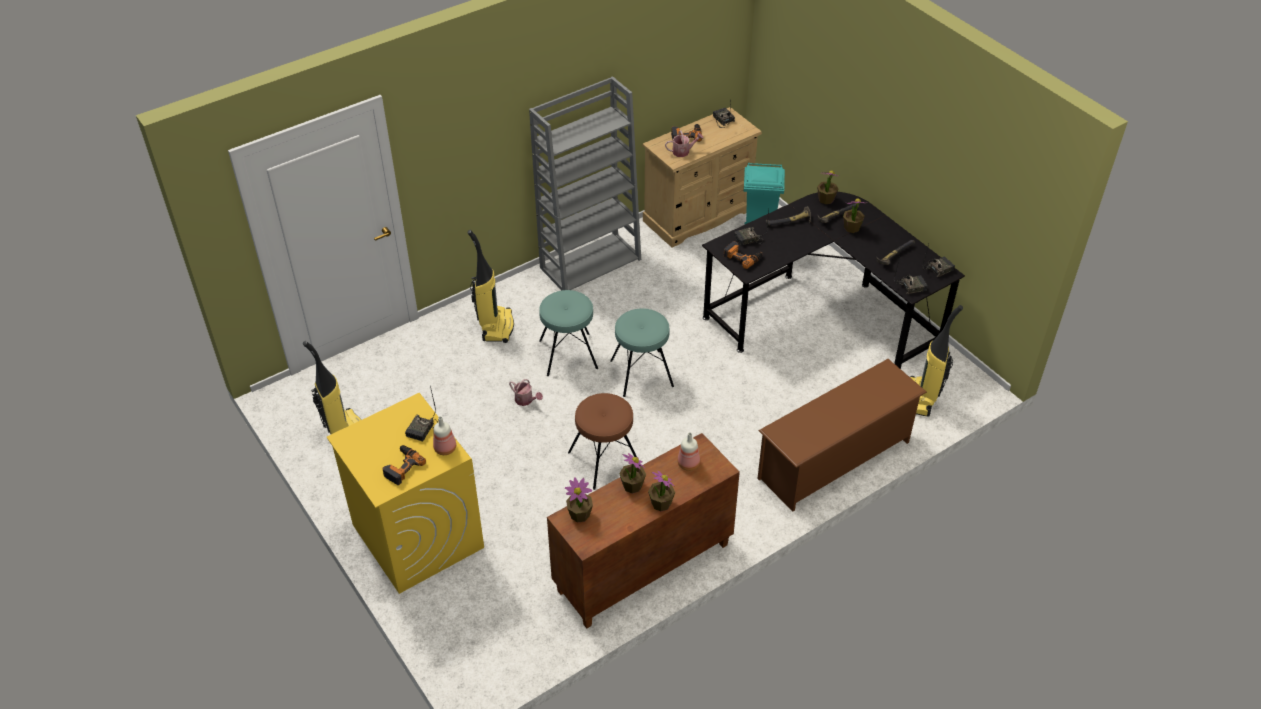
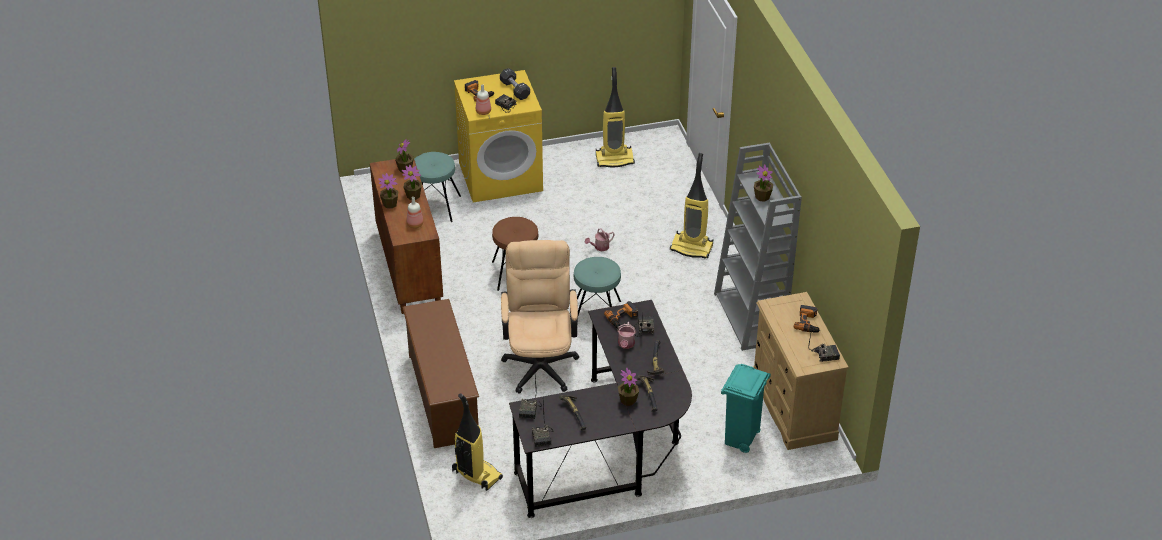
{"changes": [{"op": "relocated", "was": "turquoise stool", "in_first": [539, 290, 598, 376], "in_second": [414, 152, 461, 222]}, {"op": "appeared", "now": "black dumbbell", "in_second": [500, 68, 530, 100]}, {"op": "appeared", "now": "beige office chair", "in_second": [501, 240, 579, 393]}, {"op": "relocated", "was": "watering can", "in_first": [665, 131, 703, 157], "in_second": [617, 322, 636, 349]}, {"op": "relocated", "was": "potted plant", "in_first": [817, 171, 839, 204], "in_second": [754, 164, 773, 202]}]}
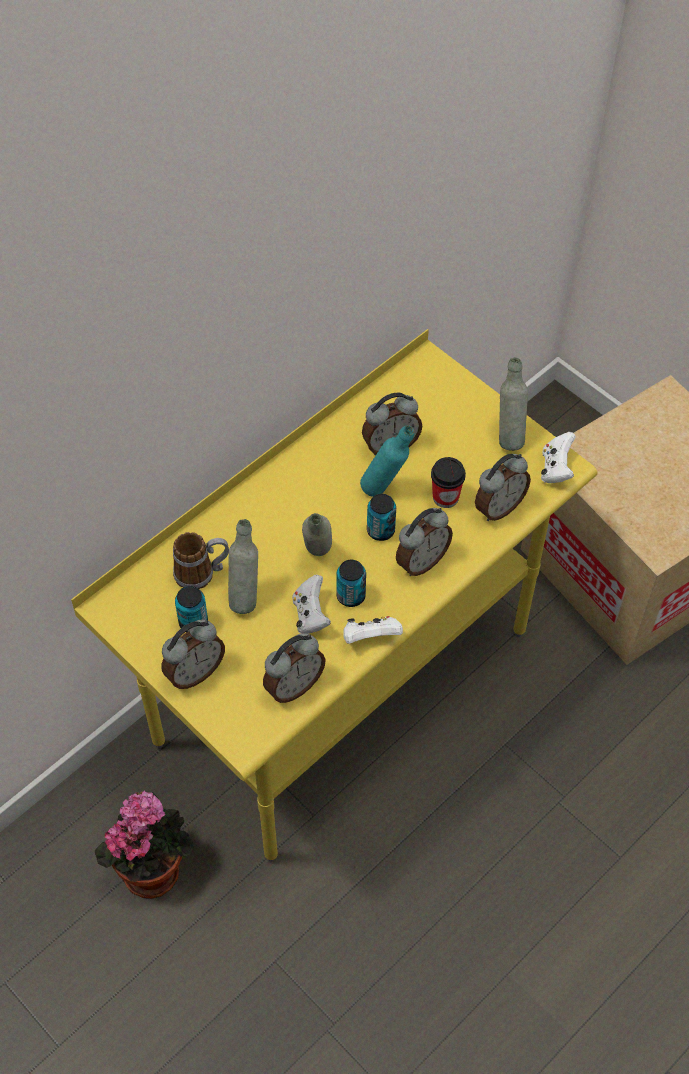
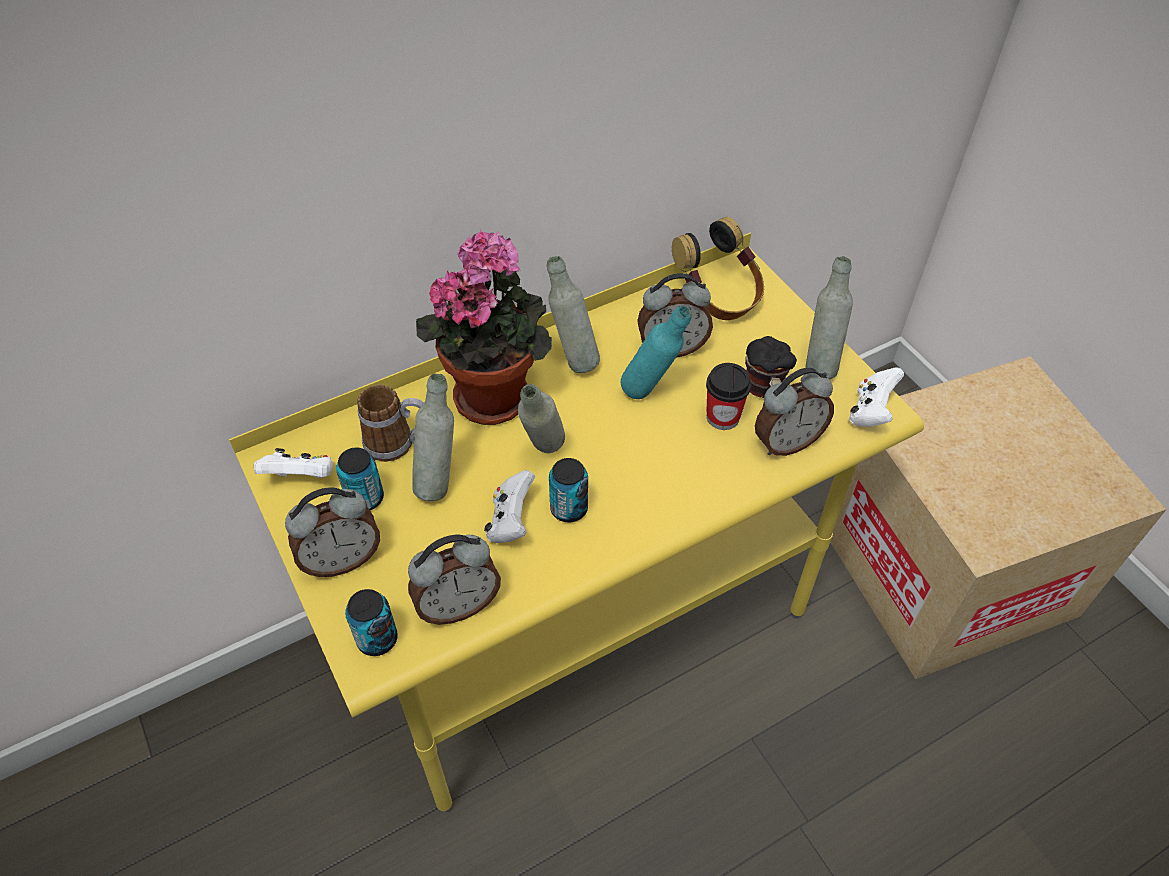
{"changes": [{"op": "relocated", "was": "white game controller", "in_first": [343, 616, 403, 644], "in_second": [254, 448, 333, 478]}, {"op": "relocated", "was": "can", "in_first": [367, 494, 396, 541], "in_second": [345, 589, 398, 656]}, {"op": "relocated", "was": "potted plant", "in_first": [95, 791, 194, 899], "in_second": [416, 229, 552, 425]}, {"op": "appeared", "now": "grey bottle", "in_second": [547, 256, 600, 373]}, {"op": "appeared", "now": "headphones", "in_second": [672, 217, 764, 320]}, {"op": "appeared", "now": "mug", "in_second": [745, 336, 797, 406]}, {"op": "missing", "was": "alarm clock", "in_first": [396, 508, 453, 576]}]}
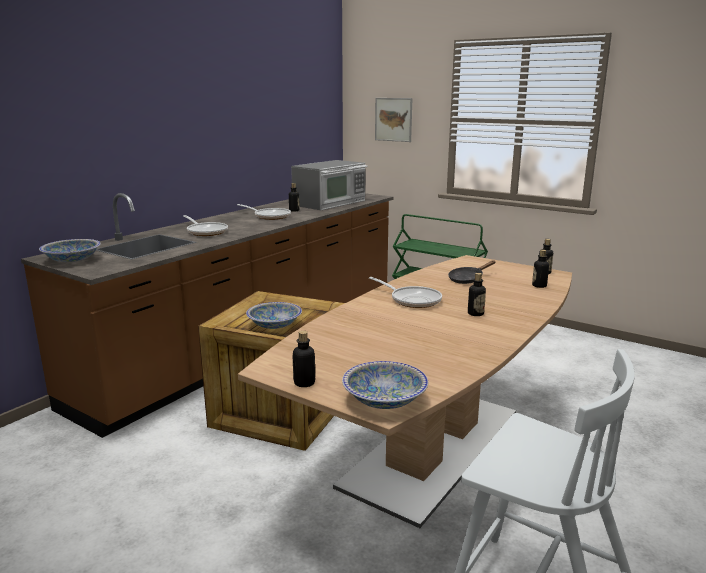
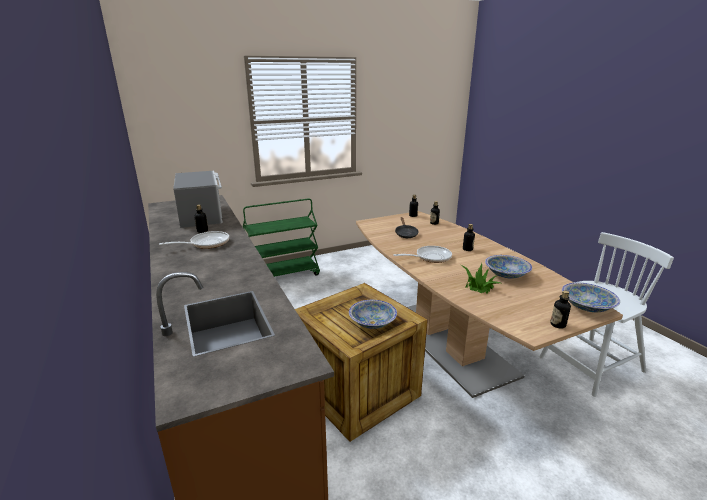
{"changes": [{"op": "appeared", "now": "potted plant", "in_second": [460, 263, 501, 294]}, {"op": "relocated", "was": "bowl", "in_first": [39, 239, 101, 262], "in_second": [485, 255, 532, 279]}, {"op": "missing", "was": "frying pan", "in_first": [183, 215, 228, 236]}, {"op": "missing", "was": "picture", "in_first": [375, 98, 412, 142]}]}
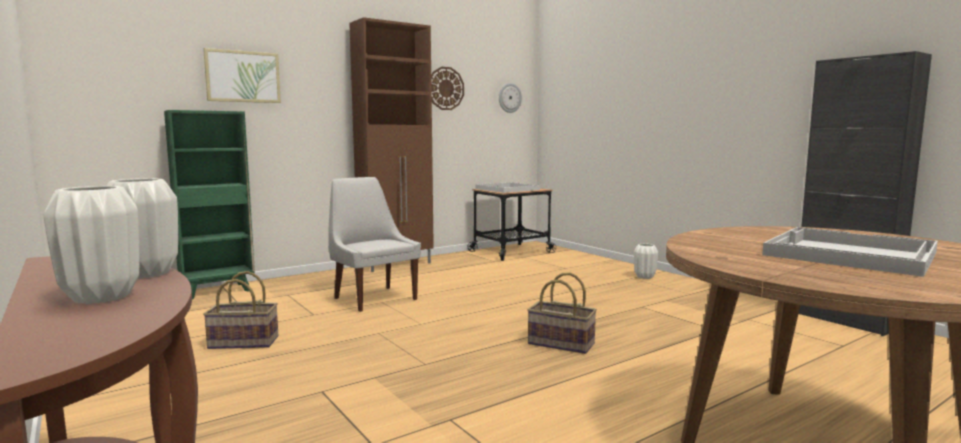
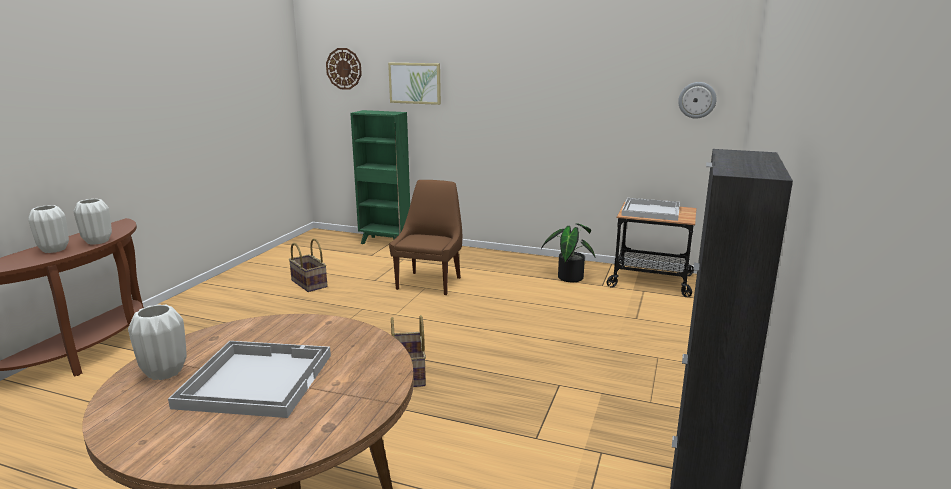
{"changes": [{"op": "relocated", "was": "white vase", "in_first": [634, 243, 658, 279], "in_second": [128, 304, 187, 380]}, {"op": "relocated", "was": "wall clock", "in_first": [431, 67, 464, 110], "in_second": [326, 48, 362, 90]}, {"op": "colour", "was": "white chair", "now": "brown chair", "in_first": [328, 177, 421, 312], "in_second": [389, 180, 462, 295]}, {"op": "appeared", "now": "potted plant", "in_second": [541, 223, 595, 282]}, {"op": "missing", "was": "brown cabinet", "in_first": [349, 17, 434, 272]}]}
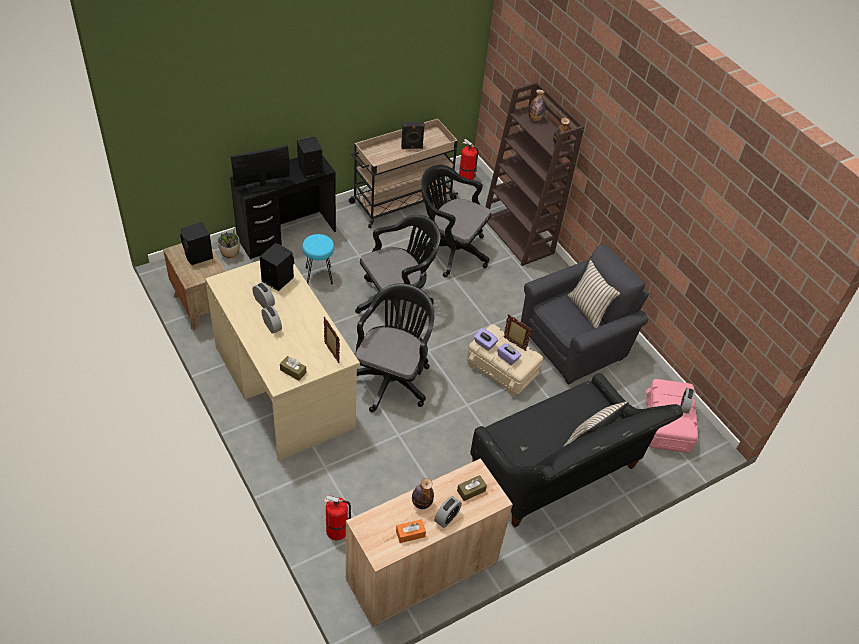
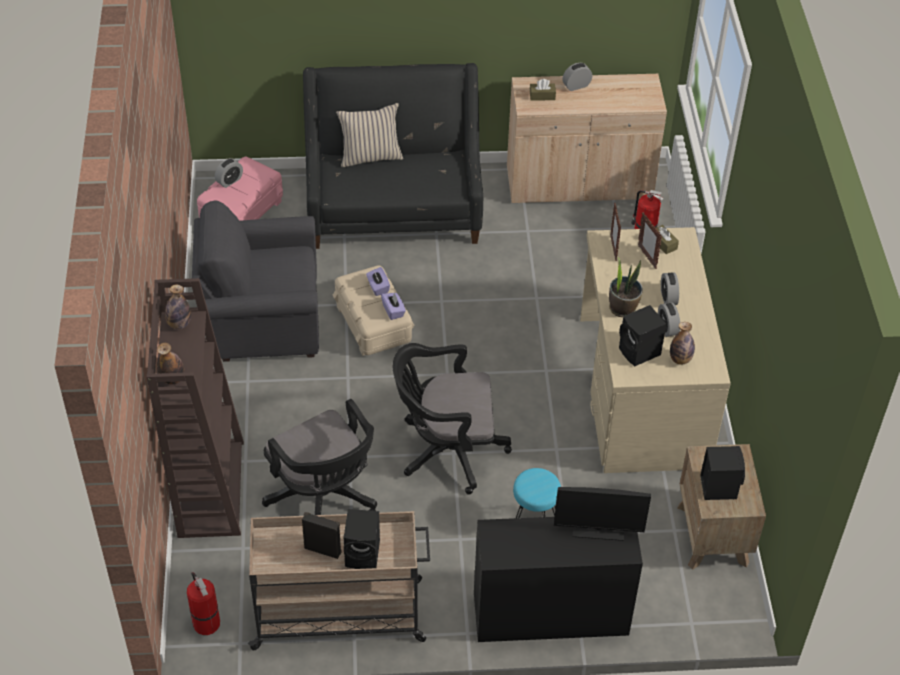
{"changes": [{"op": "relocated", "was": "black speaker", "in_first": [297, 137, 323, 178], "in_second": [344, 509, 380, 569]}, {"op": "relocated", "was": "potted plant", "in_first": [217, 227, 240, 259], "in_second": [609, 257, 643, 317]}, {"op": "relocated", "was": "picture frame", "in_first": [503, 314, 532, 351], "in_second": [638, 212, 662, 269]}, {"op": "relocated", "was": "bottle", "in_first": [412, 478, 434, 509], "in_second": [670, 322, 695, 365]}, {"op": "missing", "was": "black office chair", "in_first": [355, 283, 435, 412]}, {"op": "missing", "was": "orange tissue box", "in_first": [396, 519, 426, 543]}, {"op": "missing", "was": "beige pillow", "in_first": [568, 259, 621, 328]}]}
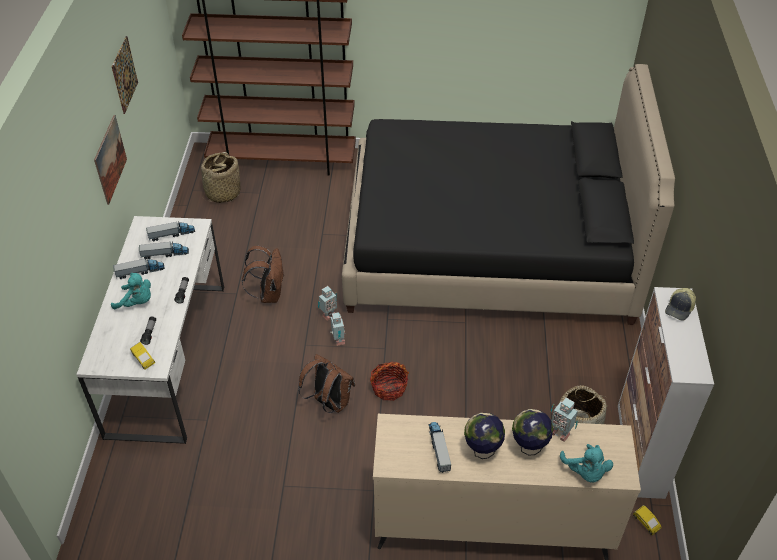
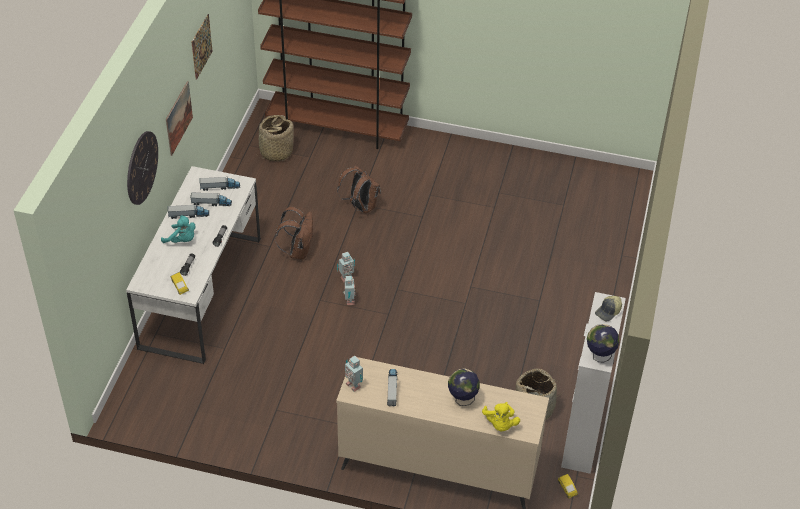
{"changes": [{"op": "appeared", "now": "wall clock", "in_second": [127, 131, 158, 205]}, {"op": "relocated", "was": "brown backpack", "in_first": [298, 354, 355, 413], "in_second": [337, 165, 381, 214]}, {"op": "relocated", "was": "toy robot", "in_first": [551, 397, 578, 442], "in_second": [345, 356, 363, 392]}, {"op": "colour", "was": "turquoise plush toy", "now": "yellow plush toy", "in_first": [560, 444, 613, 483], "in_second": [482, 402, 520, 431]}, {"op": "relocated", "was": "globe", "in_first": [464, 413, 505, 459], "in_second": [587, 324, 619, 362]}, {"op": "missing", "was": "black bed", "in_first": [342, 64, 675, 325]}, {"op": "missing", "was": "basket", "in_first": [370, 362, 409, 401]}]}
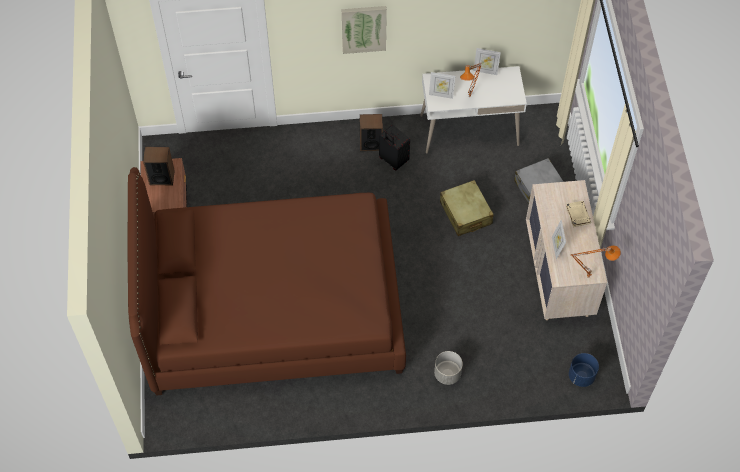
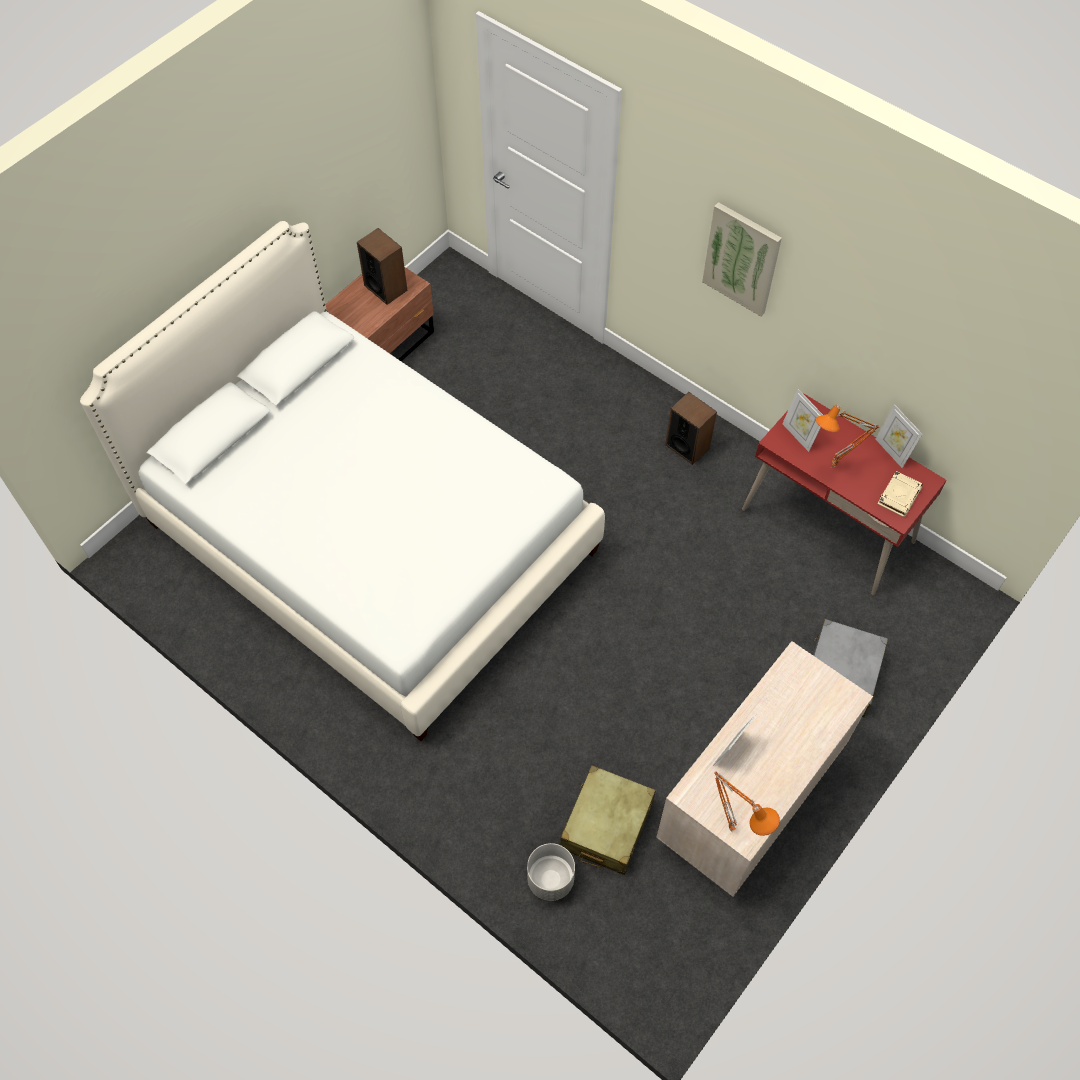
{"changes": [{"op": "colour", "was": "brown bed", "now": "white bed", "in_first": [128, 167, 406, 395], "in_second": [80, 221, 605, 741]}, {"op": "relocated", "was": "grey planter", "in_first": [434, 351, 463, 385], "in_second": [527, 843, 575, 901]}, {"op": "relocated", "was": "beige suitcase", "in_first": [440, 180, 494, 236], "in_second": [560, 765, 655, 875]}, {"op": "colour", "was": "white desk", "now": "red desk", "in_first": [420, 66, 527, 154], "in_second": [742, 393, 947, 595]}, {"op": "relocated", "was": "beige book", "in_first": [566, 201, 591, 227], "in_second": [878, 471, 923, 517]}, {"op": "missing", "was": "black suitcase", "in_first": [379, 125, 410, 170]}, {"op": "missing", "was": "blue planter", "in_first": [569, 353, 599, 387]}]}
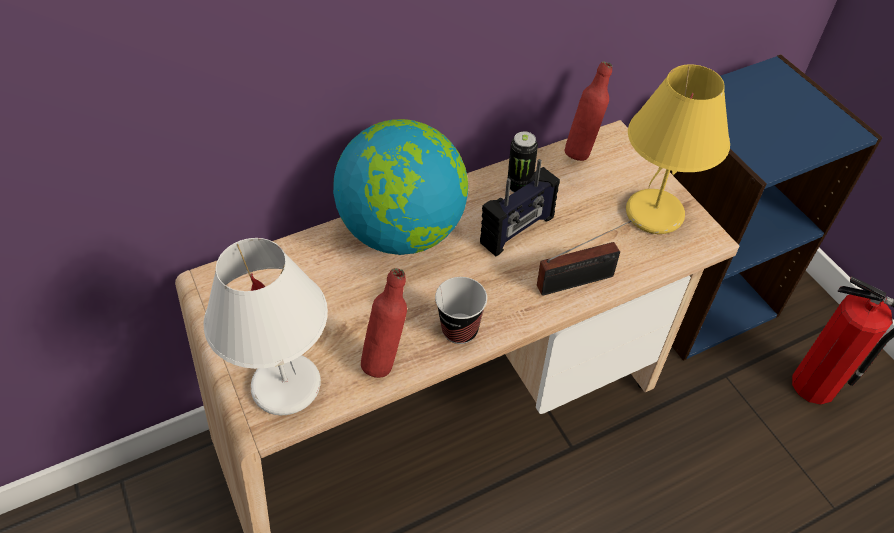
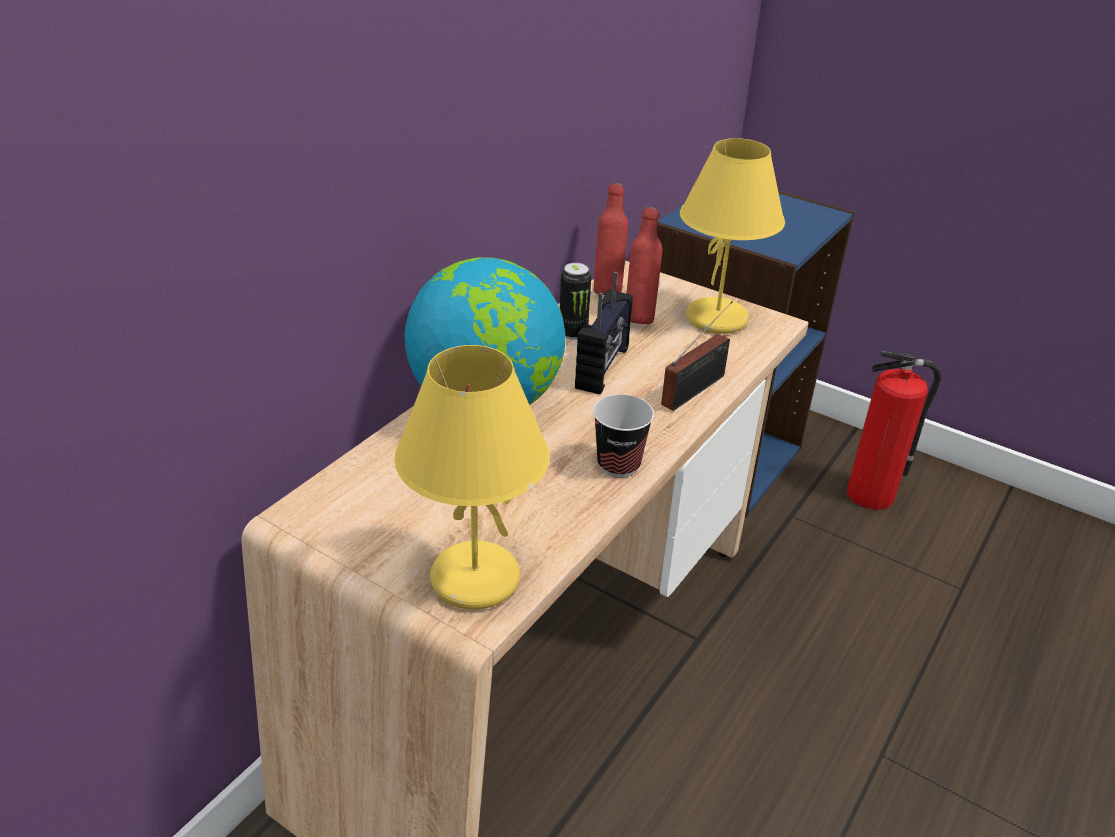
{"changes": [{"op": "colour", "was": "white table lamp", "now": "yellow table lamp", "in_first": [204, 238, 328, 415], "in_second": [394, 345, 550, 610]}, {"op": "relocated", "was": "red bottle", "in_first": [361, 268, 407, 378], "in_second": [627, 207, 662, 324]}]}
